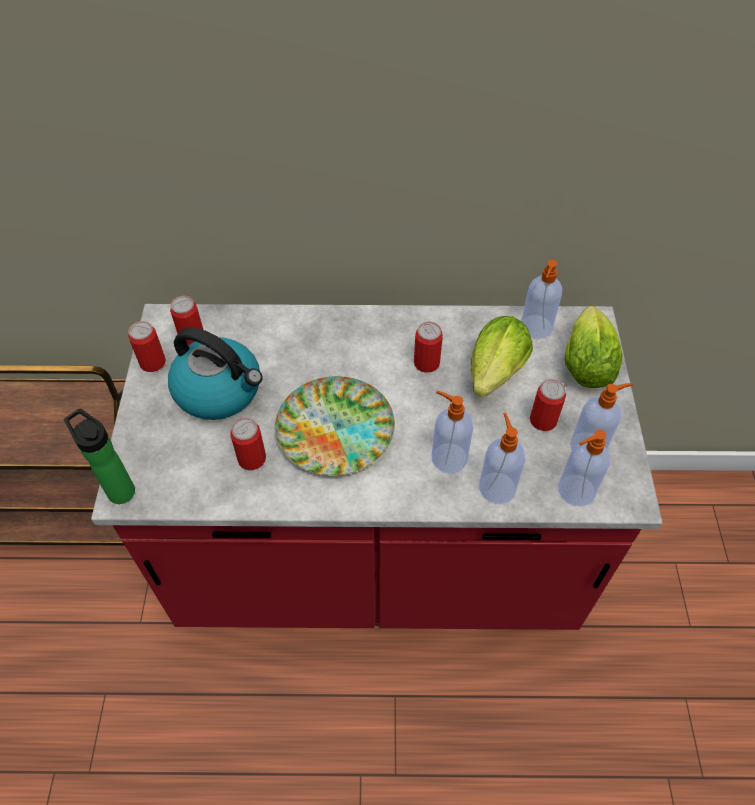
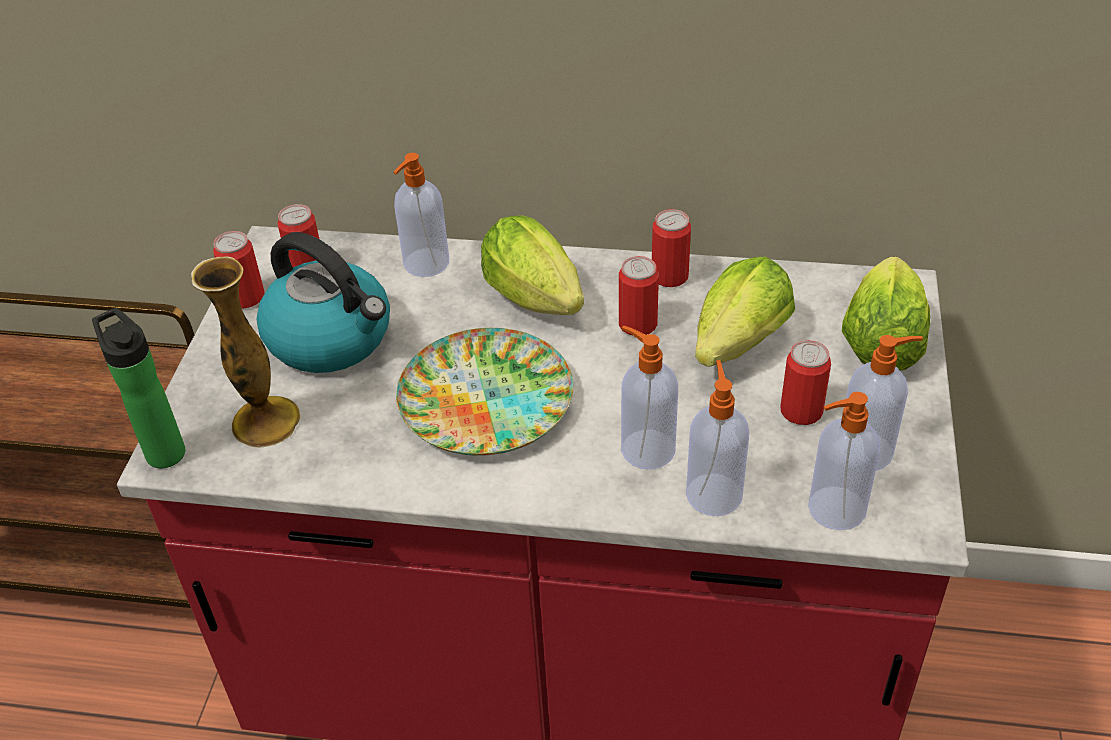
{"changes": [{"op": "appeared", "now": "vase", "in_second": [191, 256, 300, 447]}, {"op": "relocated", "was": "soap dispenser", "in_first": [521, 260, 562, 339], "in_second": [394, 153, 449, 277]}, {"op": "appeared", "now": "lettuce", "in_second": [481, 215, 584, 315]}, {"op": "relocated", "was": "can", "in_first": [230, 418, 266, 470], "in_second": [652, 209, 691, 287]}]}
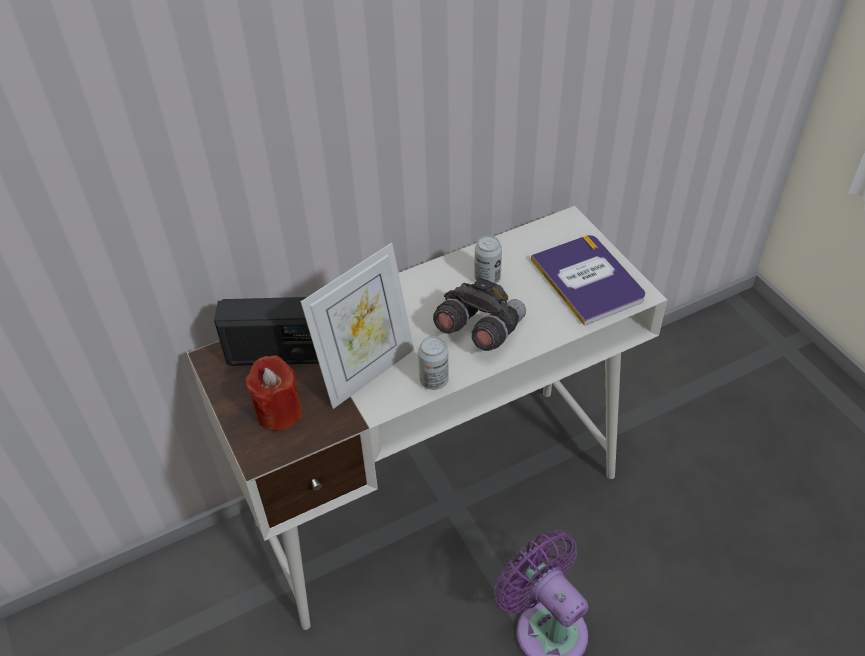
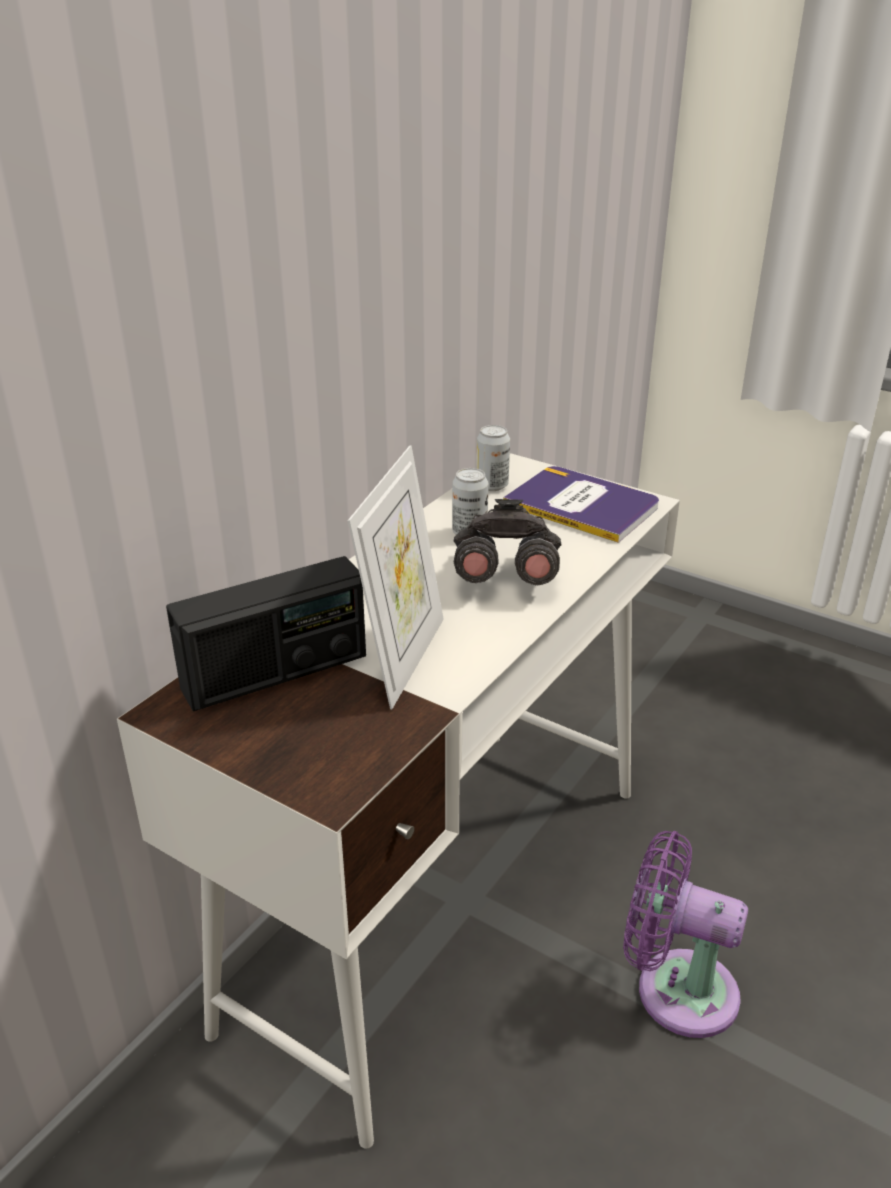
{"changes": [{"op": "relocated", "was": "can", "in_first": [418, 336, 449, 390], "in_second": [476, 425, 510, 491]}, {"op": "missing", "was": "red candle", "in_first": [245, 356, 302, 431]}]}
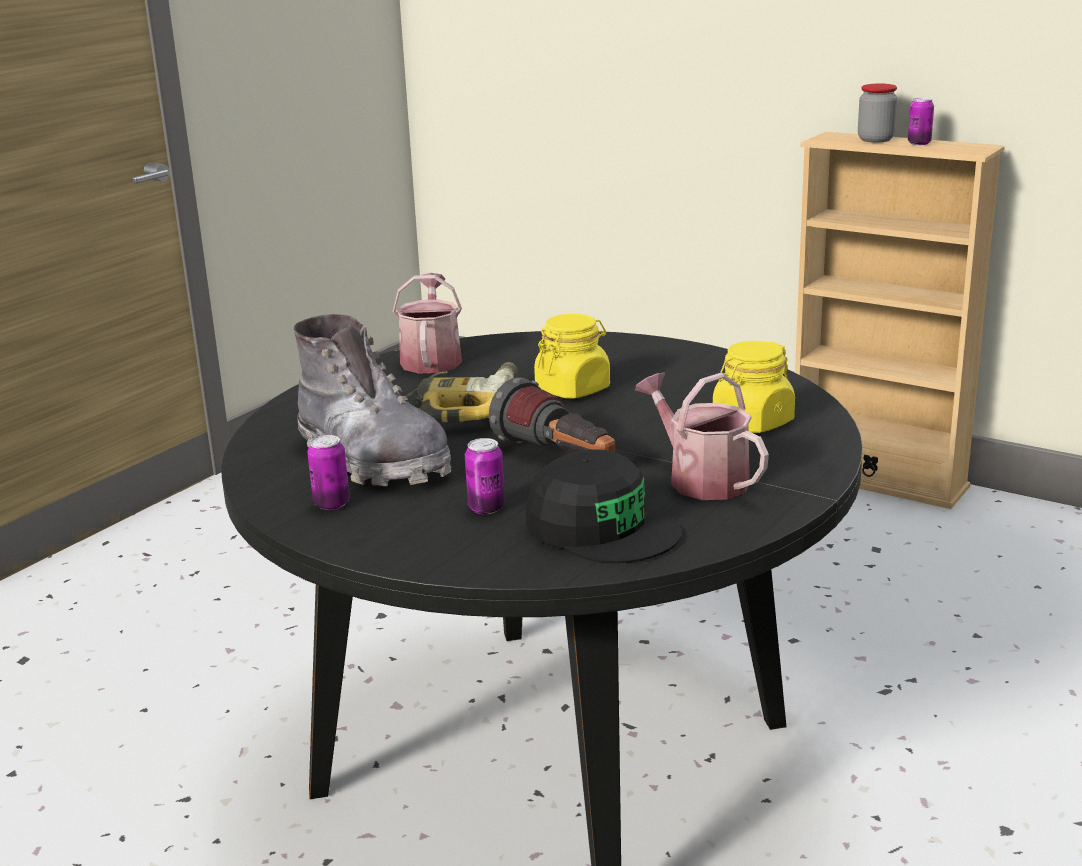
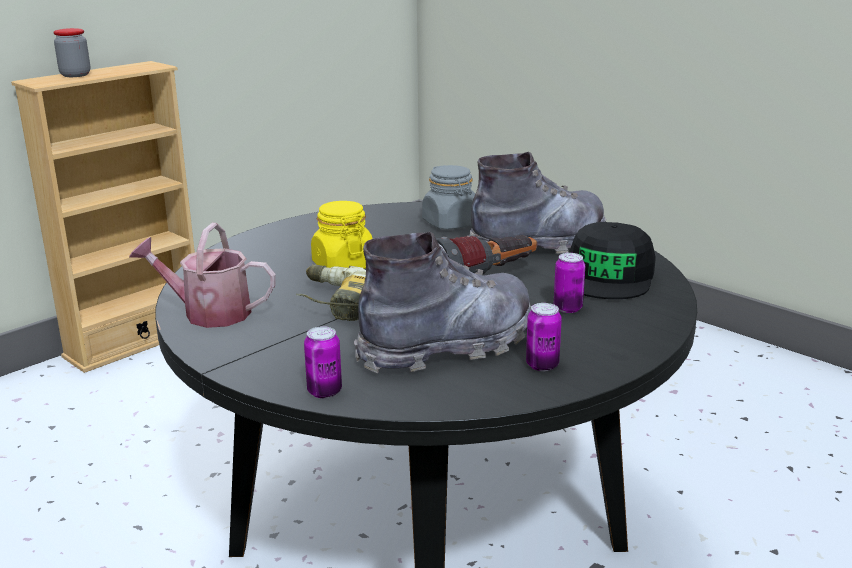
{"changes": [{"op": "relocated", "was": "can", "in_first": [908, 98, 934, 145], "in_second": [304, 326, 342, 398]}, {"op": "colour", "was": "yellow jar", "now": "grey jar", "in_first": [713, 341, 795, 433], "in_second": [422, 165, 475, 230]}, {"op": "exchanged", "was": "watering can", "now": "grey boot", "in_first": [635, 373, 769, 500], "in_second": [468, 152, 606, 259]}, {"op": "spun", "was": "black cap", "in_first": [526, 449, 682, 563], "in_second": [569, 222, 656, 299], "clockwise": 150}]}
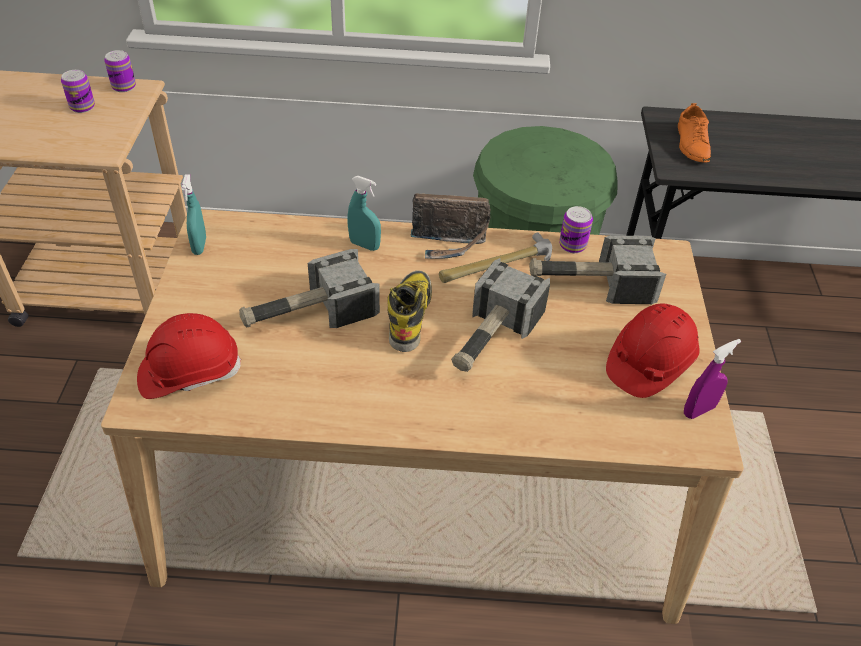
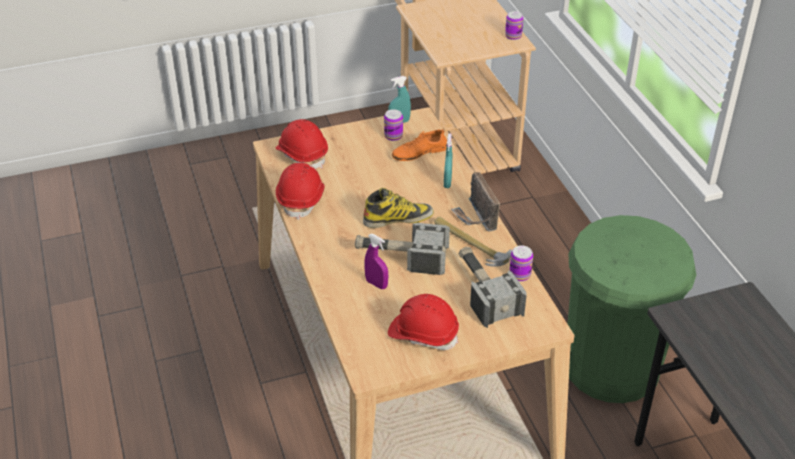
{"changes": [{"op": "appeared", "now": "red hard hat", "in_second": [276, 163, 325, 220]}, {"op": "relocated", "was": "purple spray bottle", "in_first": [684, 339, 741, 419], "in_second": [364, 234, 388, 289]}, {"op": "relocated", "was": "can", "in_first": [61, 70, 95, 113], "in_second": [384, 109, 403, 141]}, {"op": "relocated", "was": "orange shoe", "in_first": [678, 103, 711, 162], "in_second": [392, 129, 447, 161]}, {"op": "missing", "was": "hammer", "in_first": [239, 249, 380, 328]}]}
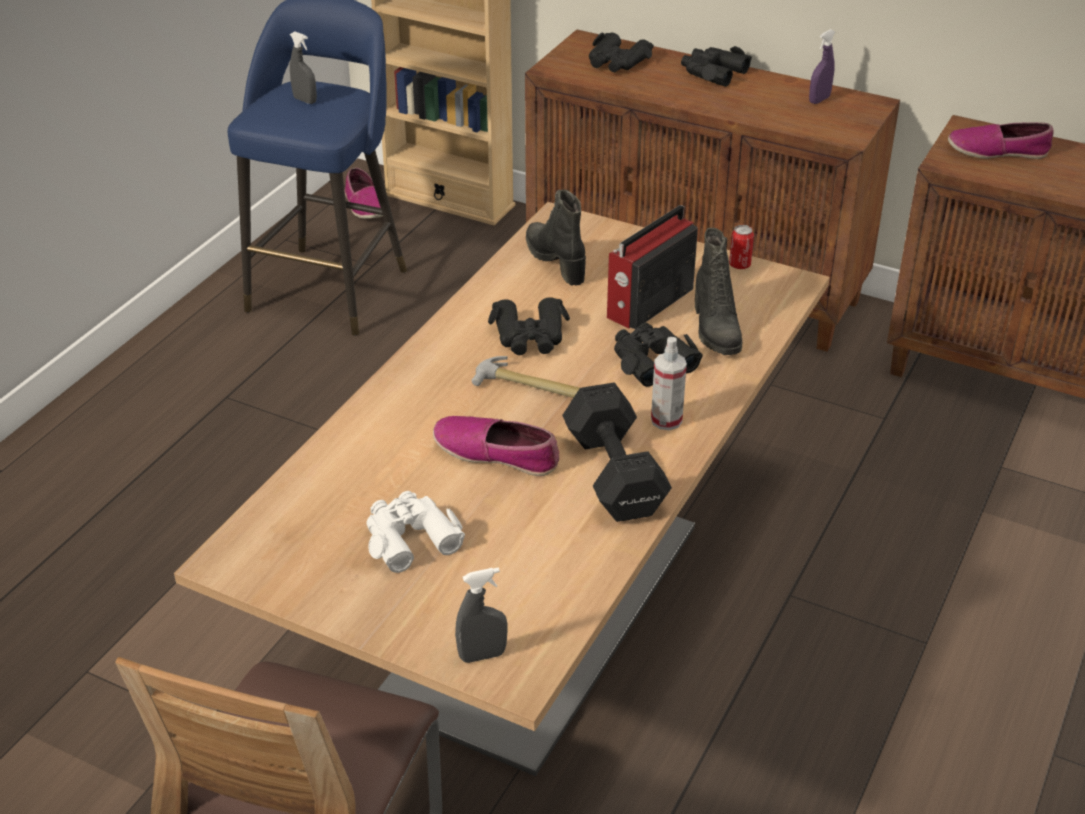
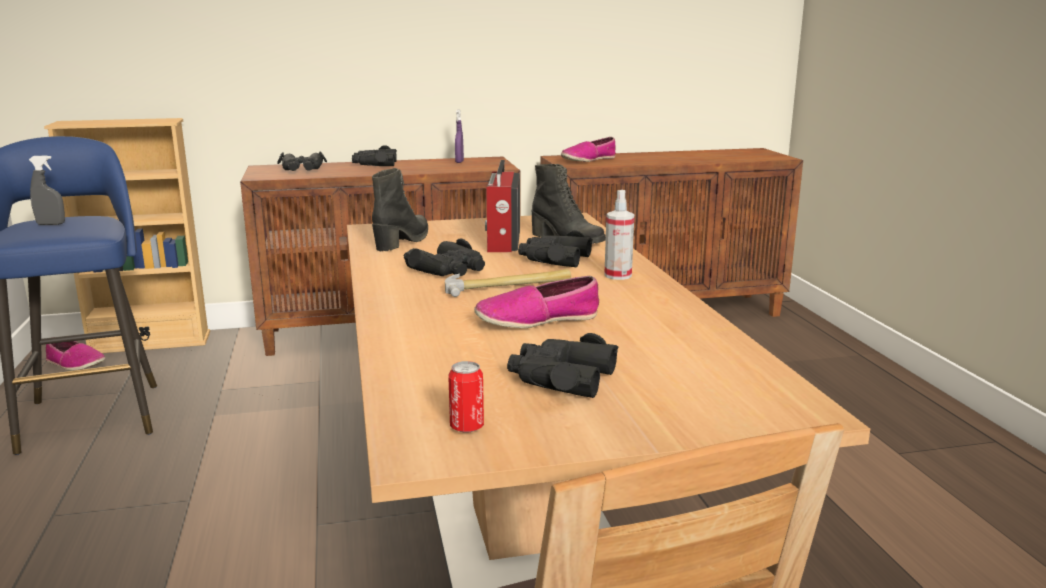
{"changes": [{"op": "spun", "was": "black boot", "in_first": [526, 189, 586, 286], "in_second": [372, 168, 428, 251], "clockwise": 90}, {"op": "relocated", "was": "can", "in_first": [729, 225, 754, 269], "in_second": [448, 361, 484, 433]}, {"op": "colour", "was": "white binoculars", "now": "black binoculars", "in_first": [366, 491, 465, 573], "in_second": [507, 333, 619, 398]}, {"op": "missing", "was": "grey spray bottle", "in_first": [455, 567, 508, 663]}, {"op": "missing", "was": "black dumbbell", "in_first": [562, 383, 672, 522]}]}
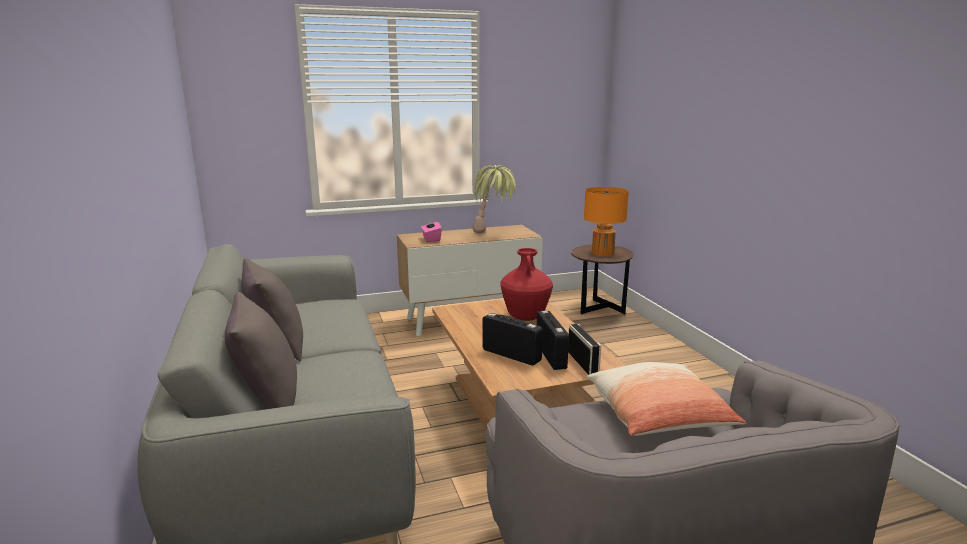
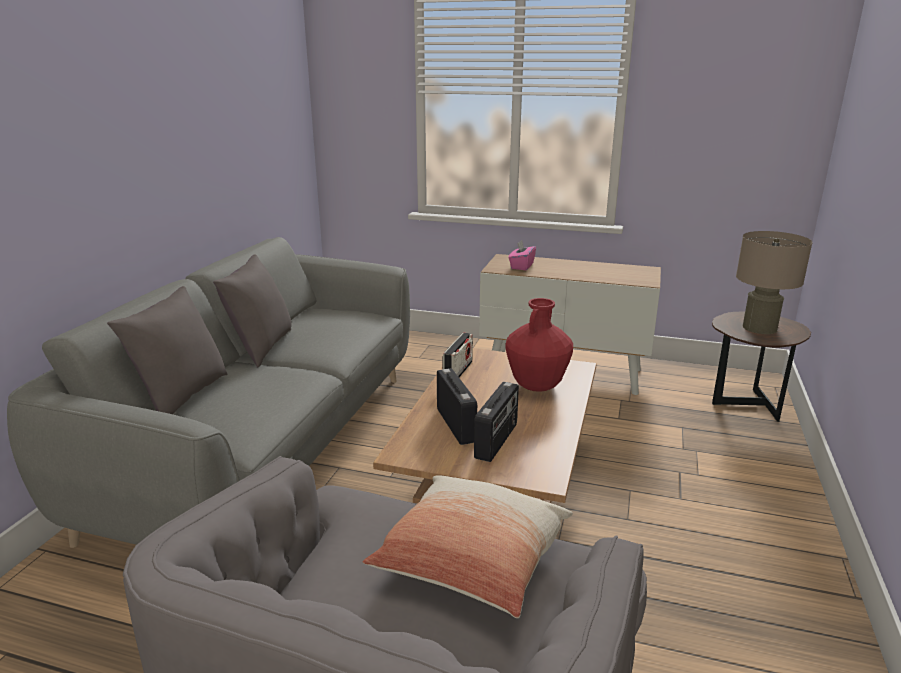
{"changes": [{"op": "relocated", "was": "radio", "in_first": [568, 324, 601, 375], "in_second": [443, 333, 473, 378]}, {"op": "colour", "was": "orange table lamp", "now": "beige table lamp", "in_first": [584, 187, 629, 256], "in_second": [736, 231, 813, 334]}, {"op": "missing", "was": "potted plant", "in_first": [472, 165, 517, 233]}]}
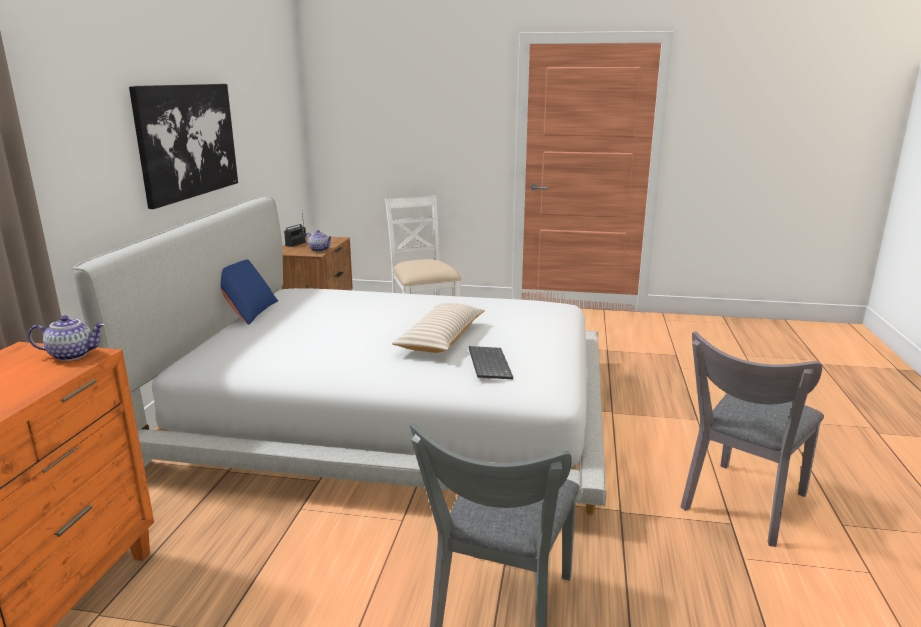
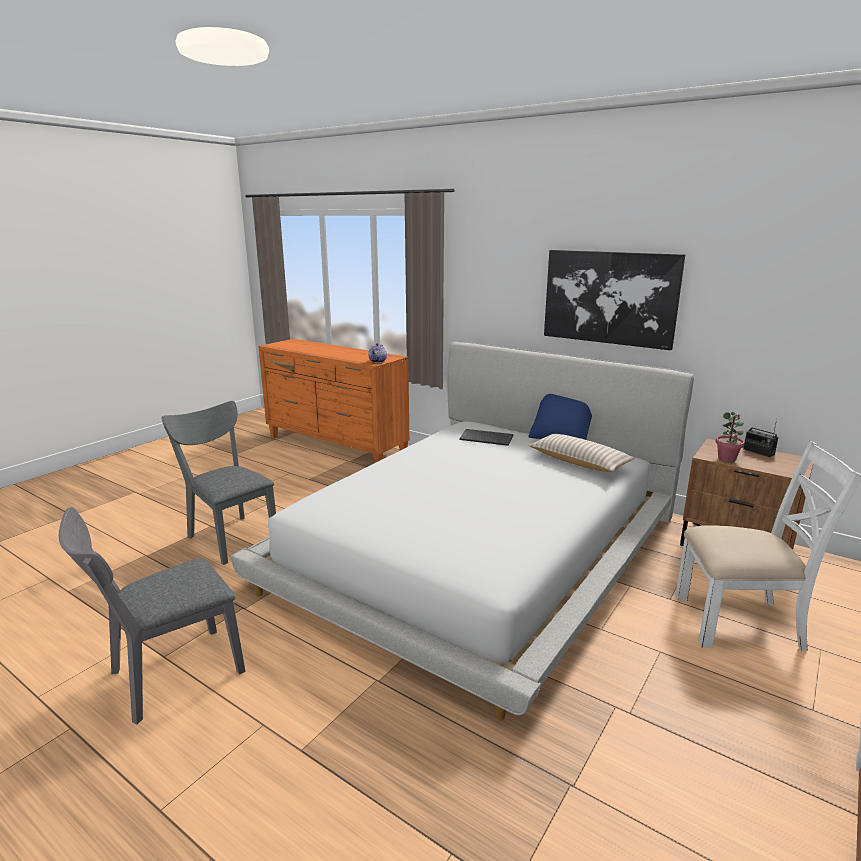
{"changes": [{"op": "spun", "was": "grey chair", "in_first": [681, 331, 824, 547], "in_second": [59, 507, 246, 724], "clockwise": -105}, {"op": "relocated", "was": "keyboard", "in_first": [469, 346, 513, 379], "in_second": [460, 429, 513, 446]}, {"op": "relocated", "was": "beige pillow", "in_first": [392, 303, 485, 353], "in_second": [528, 434, 635, 472]}, {"op": "exchanged", "was": "teapot", "now": "potted plant", "in_first": [305, 230, 332, 252], "in_second": [715, 412, 745, 462]}]}
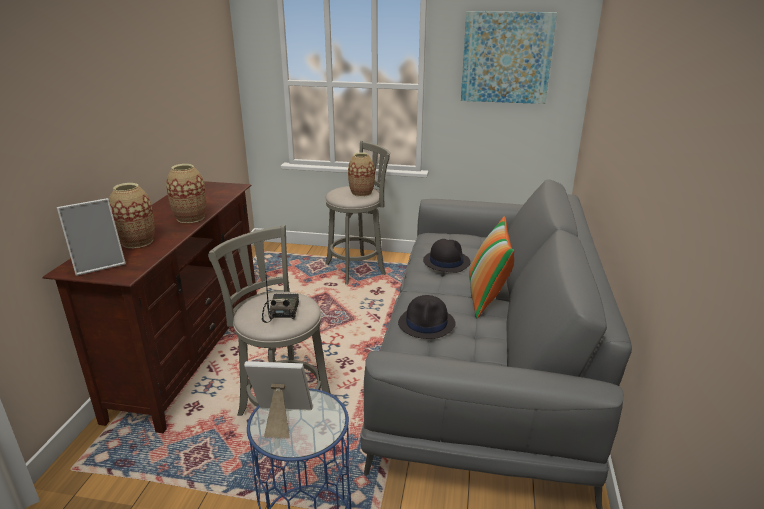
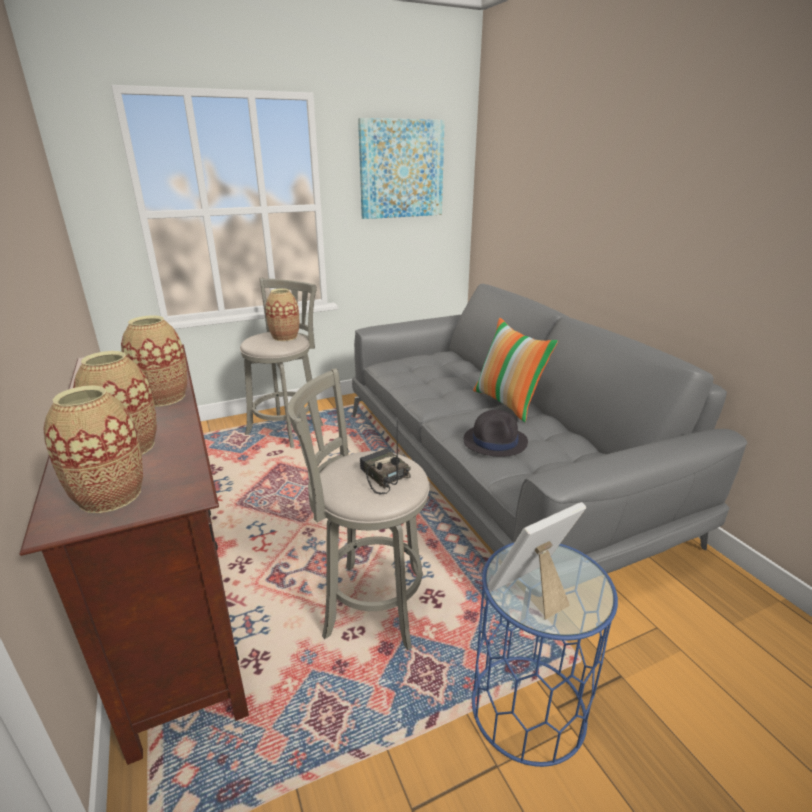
{"changes": [{"op": "exchanged", "was": "picture frame", "now": "vase", "in_first": [57, 198, 126, 276], "in_second": [43, 385, 143, 513]}, {"op": "missing", "was": "black hat", "in_first": [423, 239, 470, 273]}]}
